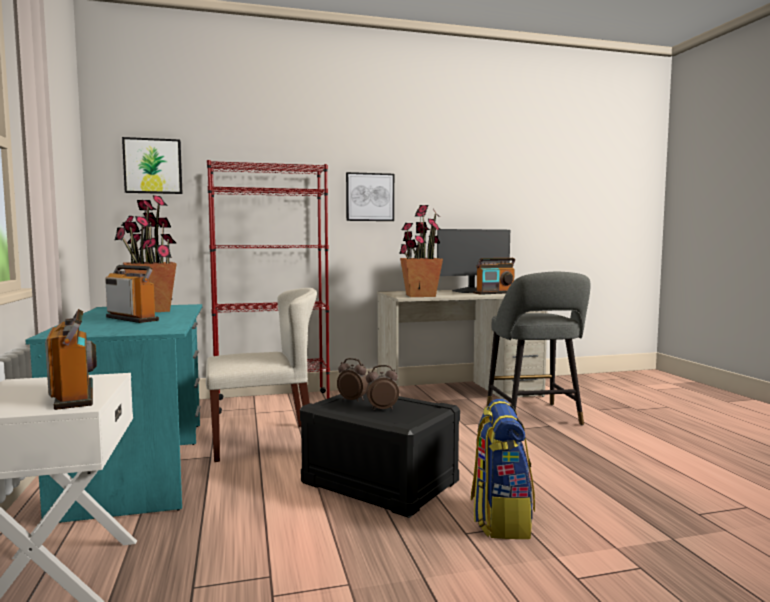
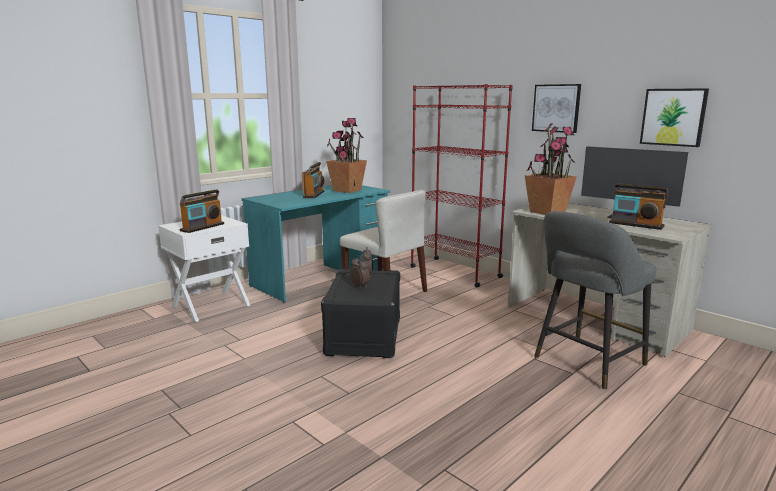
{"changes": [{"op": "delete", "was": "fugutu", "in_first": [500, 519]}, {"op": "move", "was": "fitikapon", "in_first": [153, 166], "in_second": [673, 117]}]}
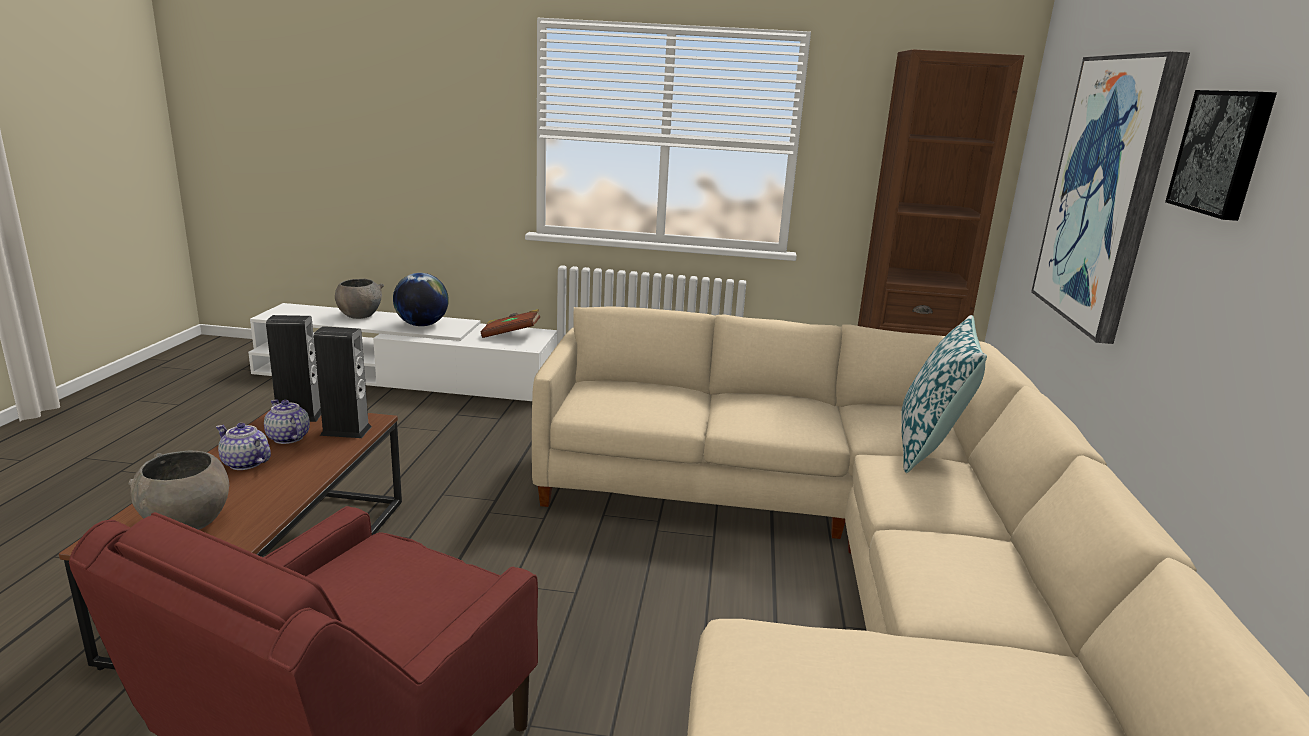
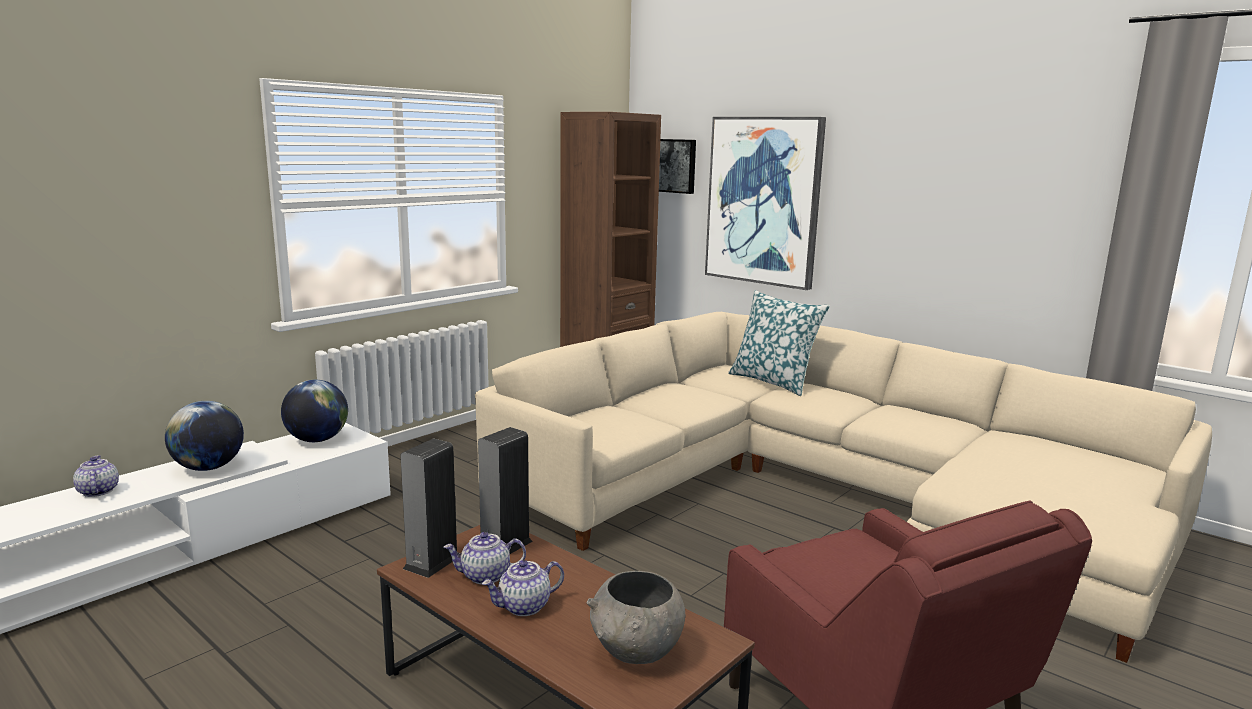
{"changes": [{"op": "move", "was": "fitikapon", "in_first": [1223, 152], "in_second": [674, 166]}, {"op": "replace", "was": "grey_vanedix", "now": "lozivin", "in_first": [360, 315], "in_second": [97, 491]}, {"op": "replace", "was": "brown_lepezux", "now": "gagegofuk", "in_first": [511, 335], "in_second": [317, 440]}]}
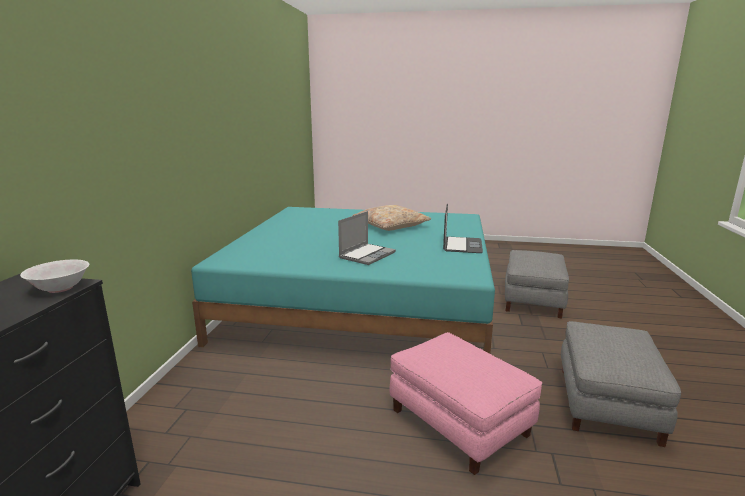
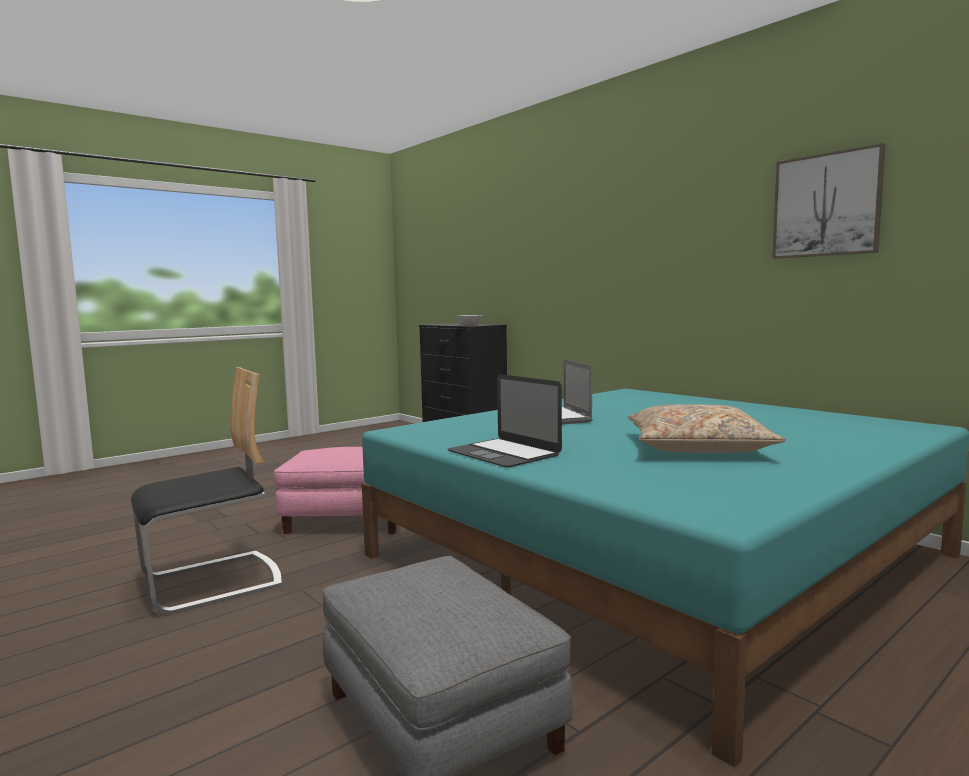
{"changes": [{"op": "insert", "now": "fitikapon", "in_second": [826, 205]}, {"op": "replace", "was": "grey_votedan", "now": "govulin", "in_first": [606, 403], "in_second": [212, 582]}]}
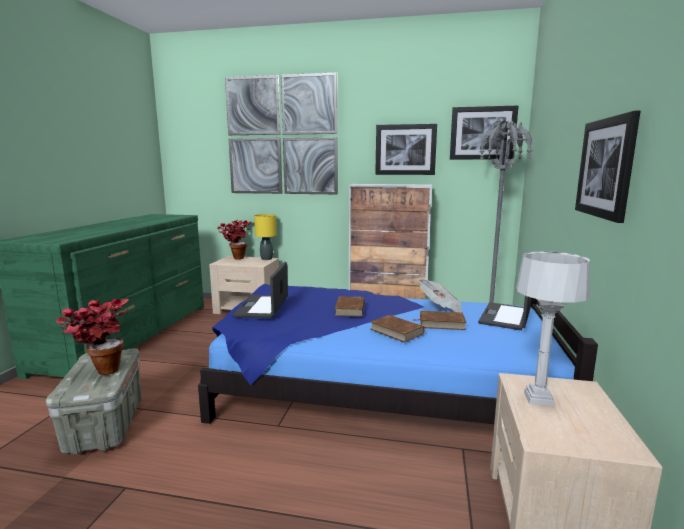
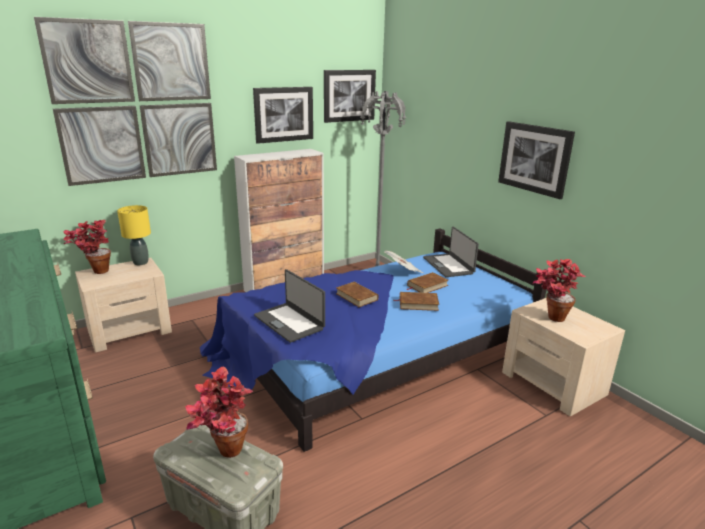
{"changes": [{"op": "replace", "was": "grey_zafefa", "now": "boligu", "in_first": [539, 399], "in_second": [549, 318]}]}
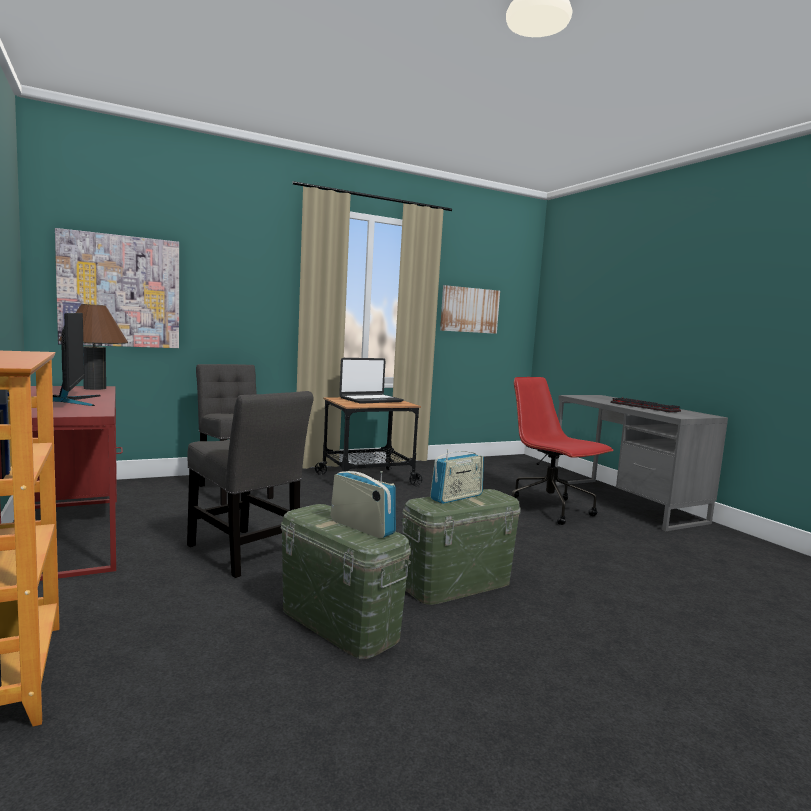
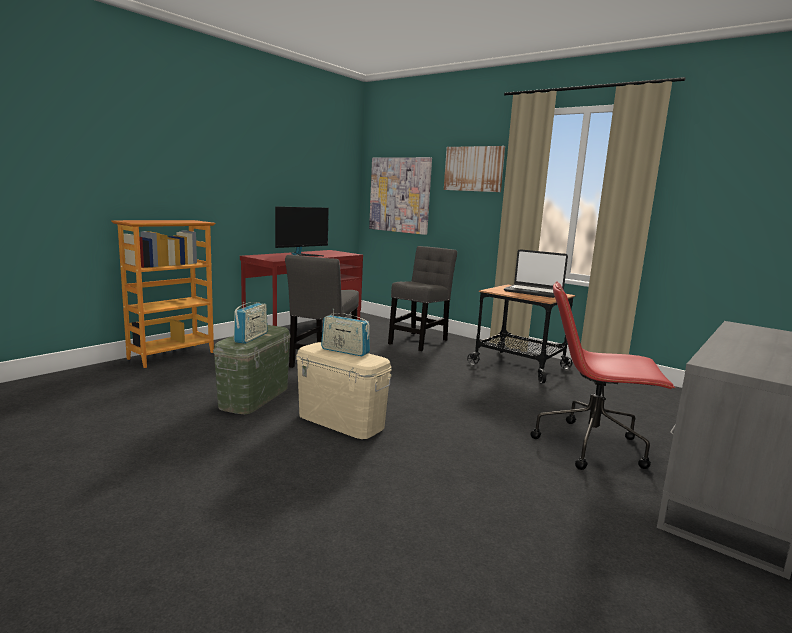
{"changes": [{"op": "delete", "was": "brown_zafefa", "in_first": [95, 388]}, {"op": "delete", "was": "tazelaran", "in_first": [646, 407]}, {"op": "move", "was": "fitikapon", "in_first": [469, 310], "in_second": [474, 169]}, {"op": "recolor", "was": "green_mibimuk", "now": "beige_mibimuk", "in_first": [457, 584], "in_second": [341, 421]}, {"op": "rotate", "was": "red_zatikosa", "in_first": [549, 510], "in_second": [592, 446], "clockwise": -105}]}
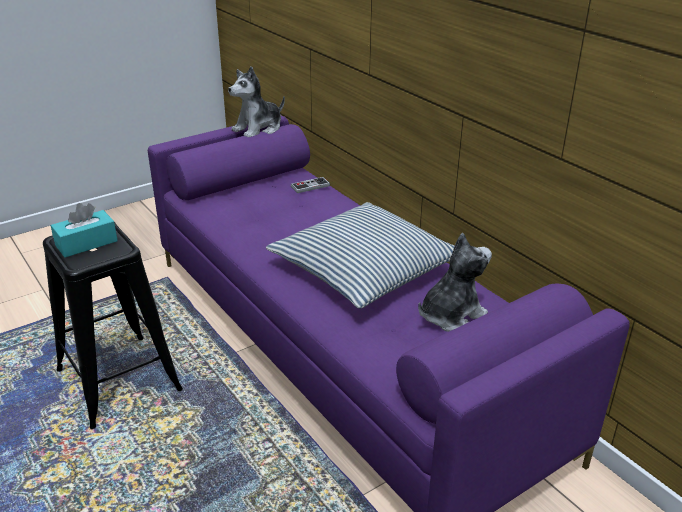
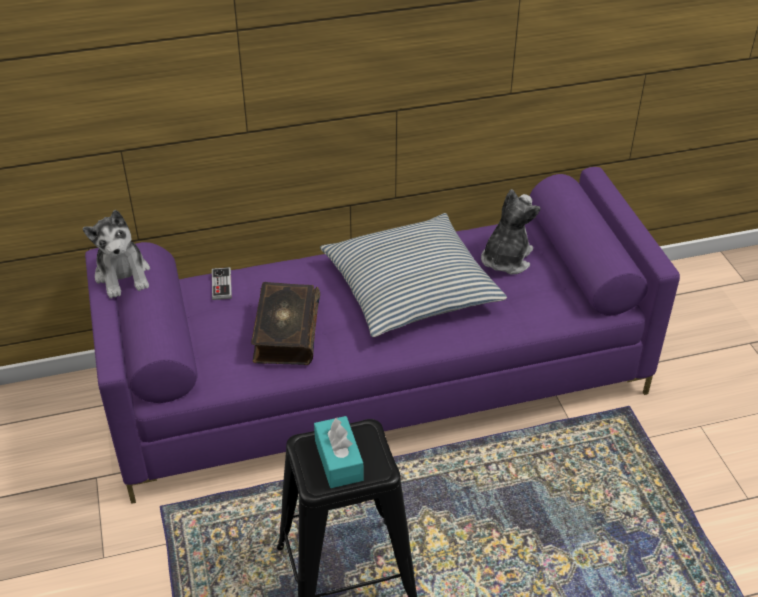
{"changes": [{"op": "insert", "now": "lepezux", "in_second": [285, 333]}, {"op": "rotate", "was": "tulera", "in_first": [451, 316], "in_second": [506, 259], "clockwise": 45}]}
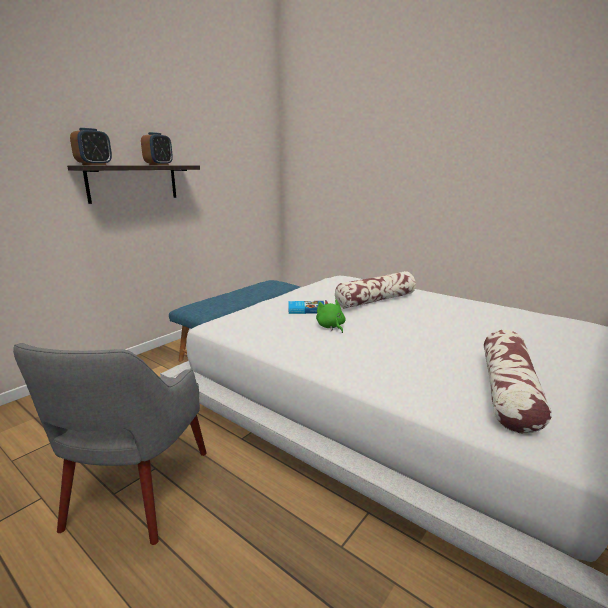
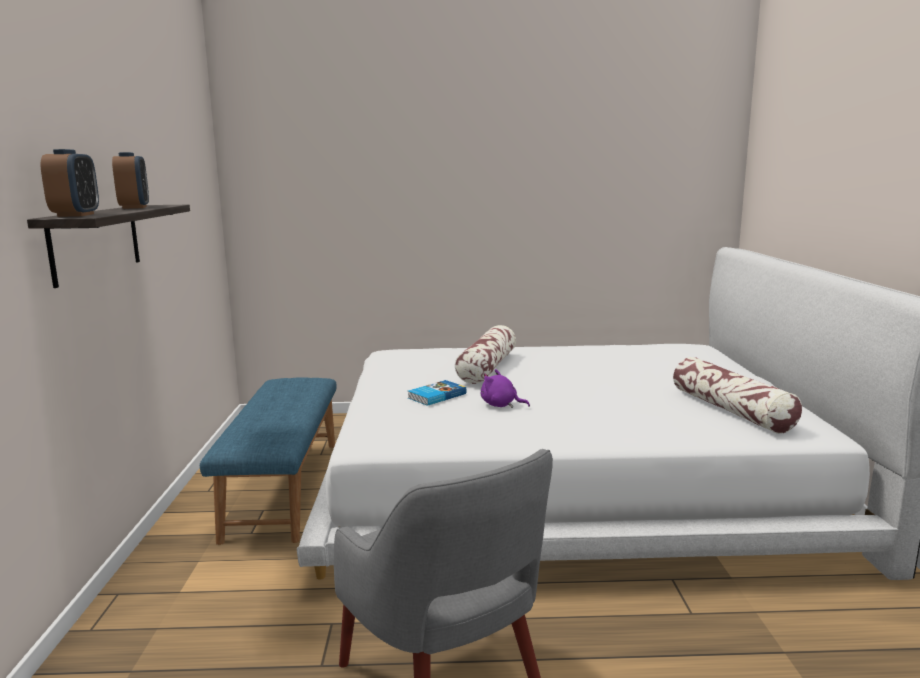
{"changes": [{"op": "recolor", "was": "green_tulera", "now": "purple_tulera", "in_first": [331, 327], "in_second": [501, 405]}]}
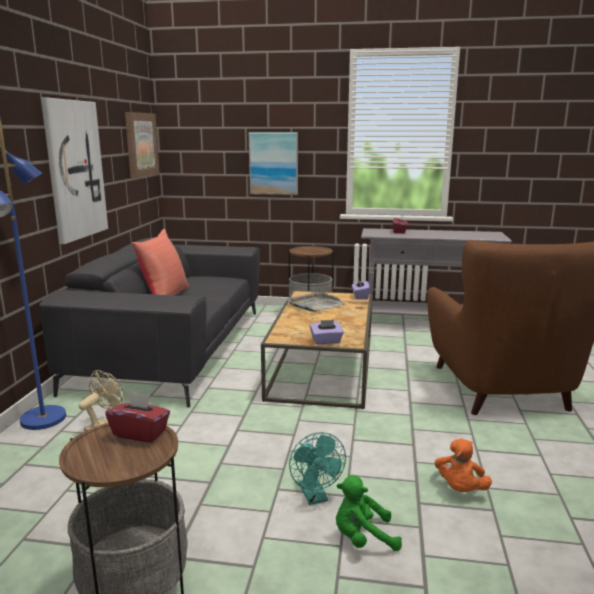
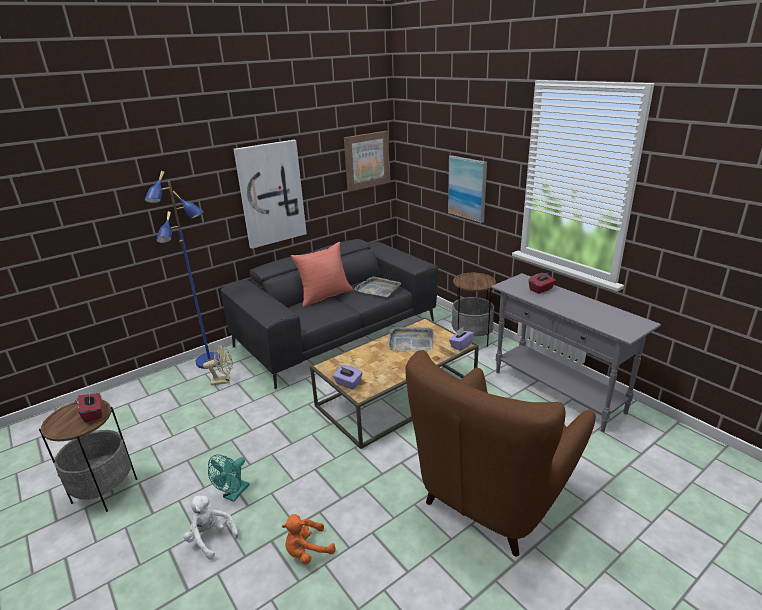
{"changes": [{"op": "insert", "now": "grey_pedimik", "in_second": [378, 288]}, {"op": "recolor", "was": "green_tulera", "now": "white_tulera", "in_first": [363, 538], "in_second": [211, 538]}]}
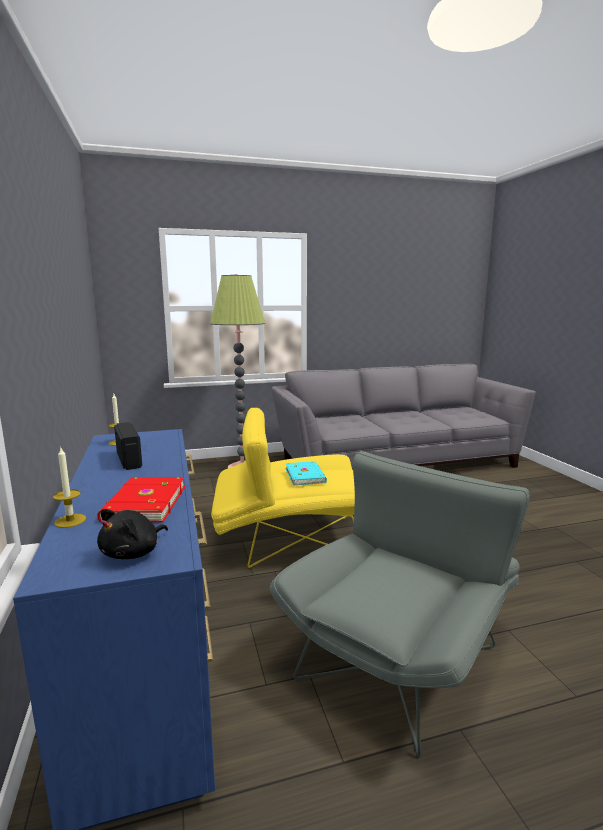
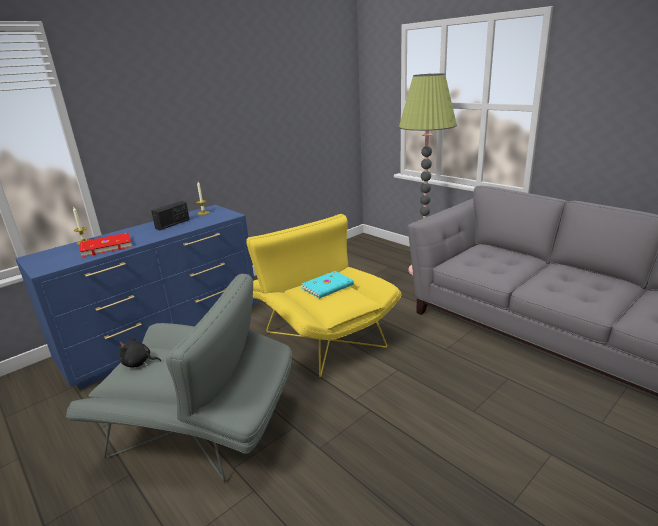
{"changes": [{"op": "move", "was": "black_tulera", "in_first": [133, 553], "in_second": [139, 363]}]}
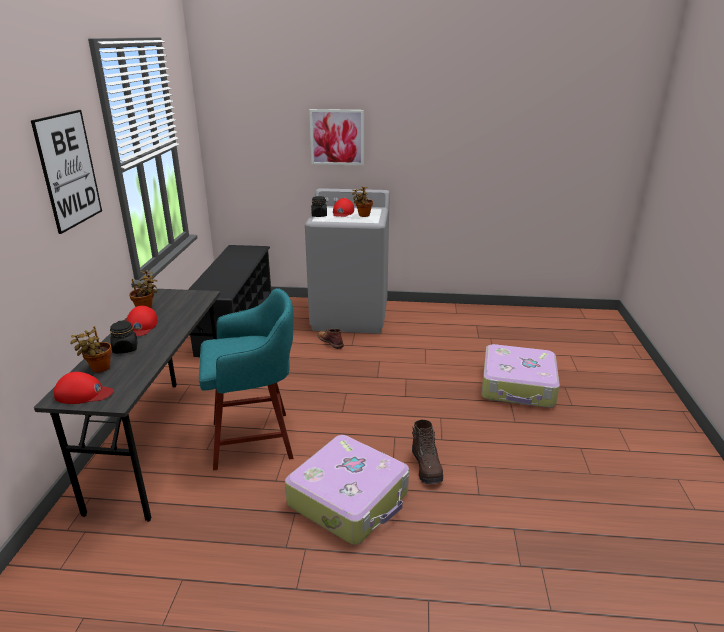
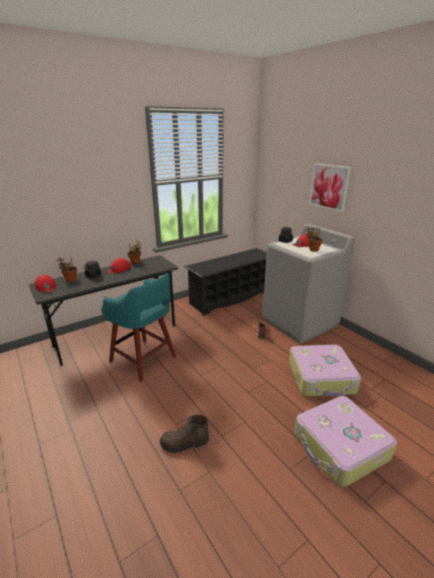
{"changes": [{"op": "delete", "was": "fitikapon", "in_first": [69, 170]}, {"op": "move", "was": "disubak", "in_first": [350, 499], "in_second": [321, 377]}, {"op": "rotate", "was": "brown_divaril", "in_first": [427, 467], "in_second": [184, 444], "clockwise": 45}]}
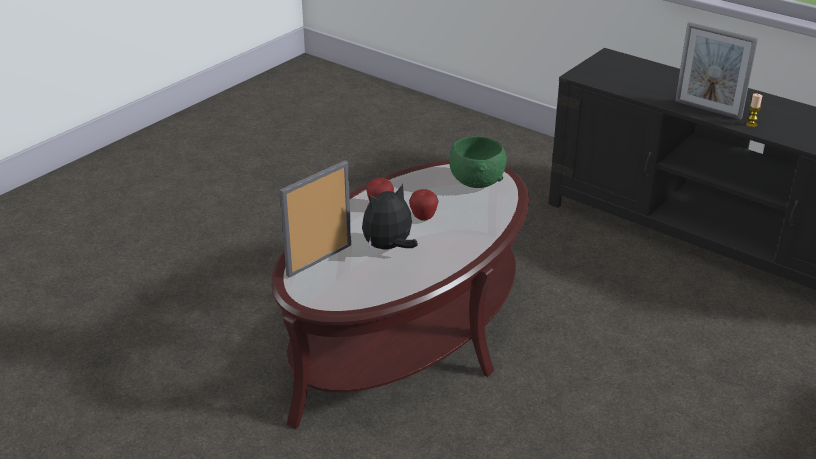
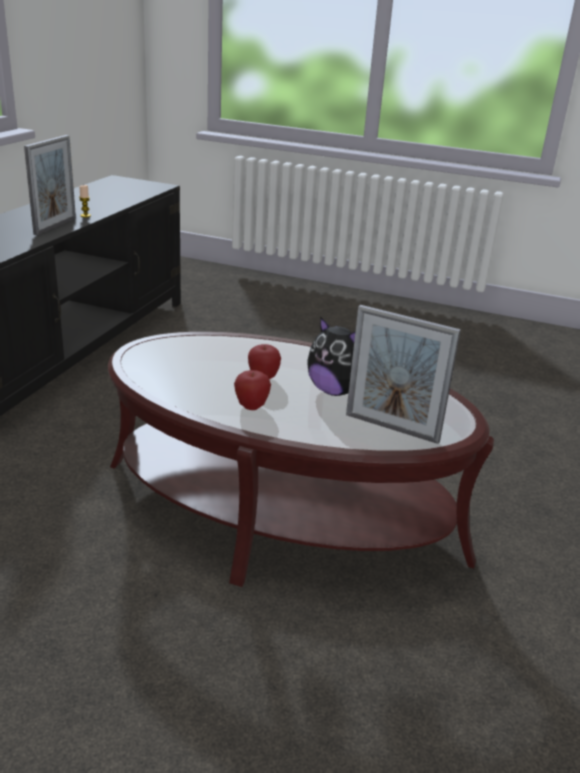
{"changes": [{"op": "delete", "was": "green_vanedix", "in_first": [476, 182]}]}
